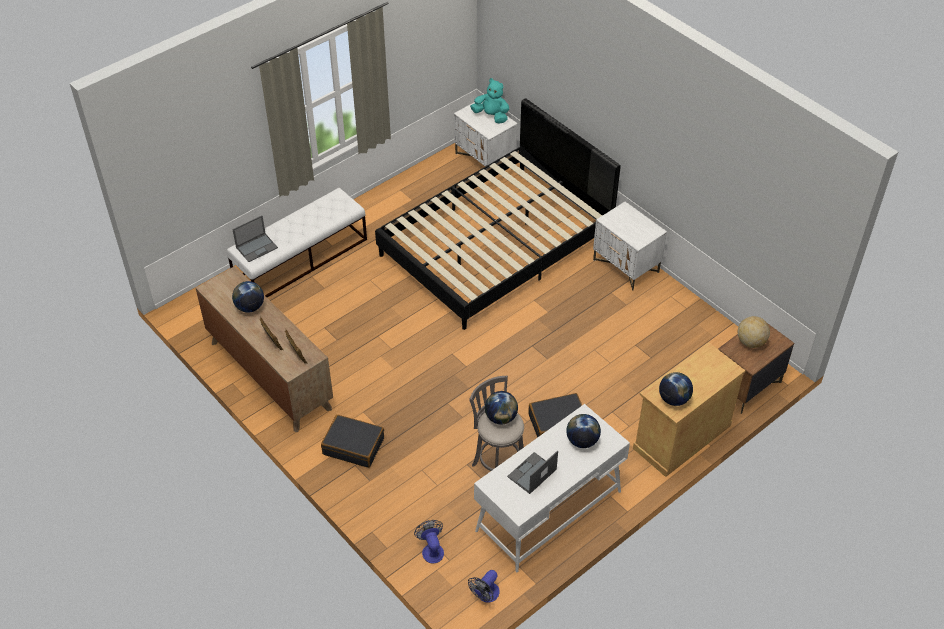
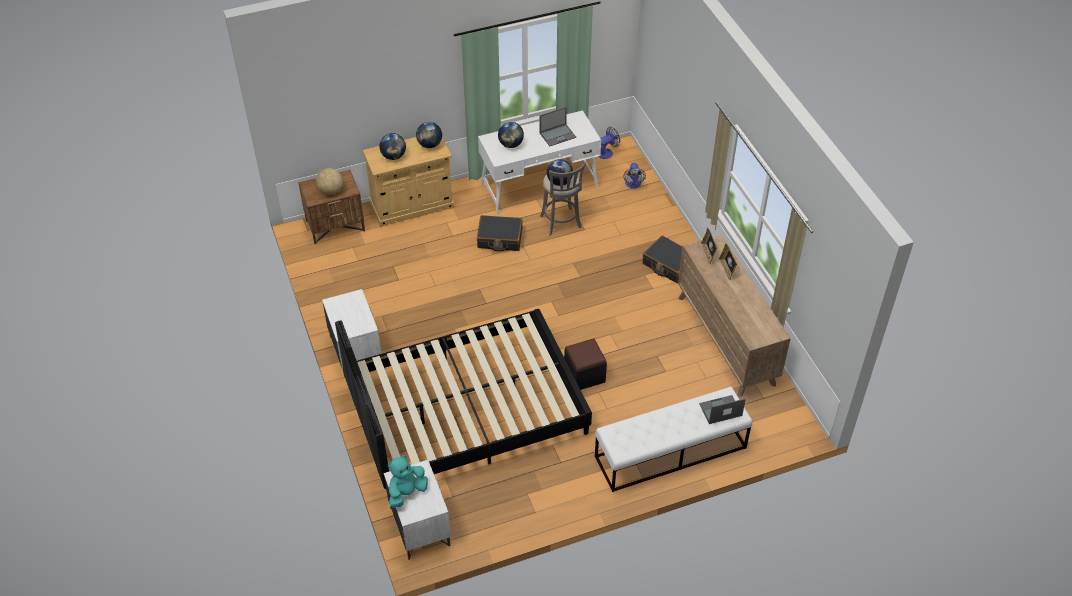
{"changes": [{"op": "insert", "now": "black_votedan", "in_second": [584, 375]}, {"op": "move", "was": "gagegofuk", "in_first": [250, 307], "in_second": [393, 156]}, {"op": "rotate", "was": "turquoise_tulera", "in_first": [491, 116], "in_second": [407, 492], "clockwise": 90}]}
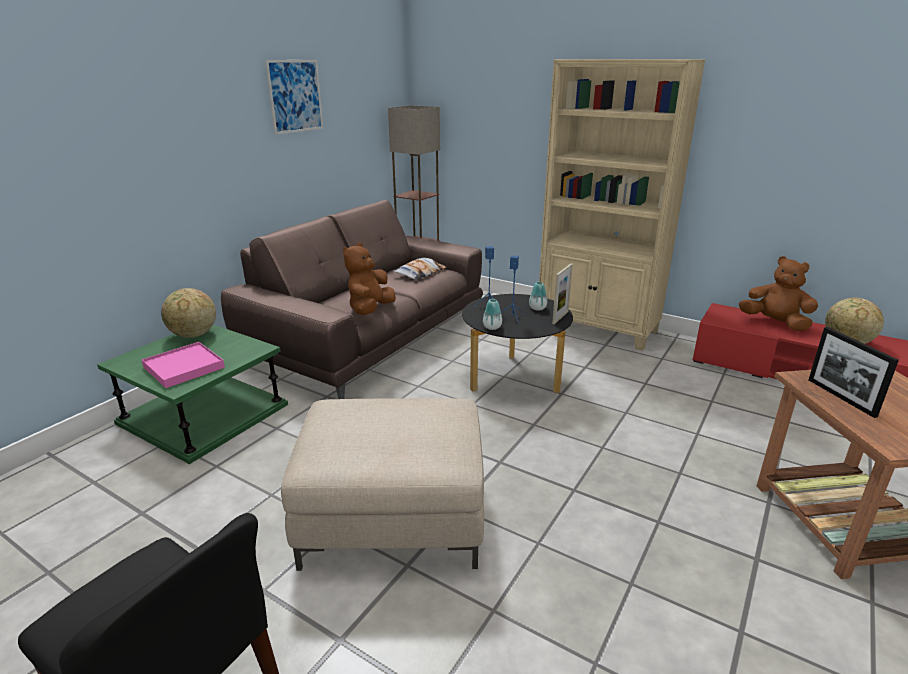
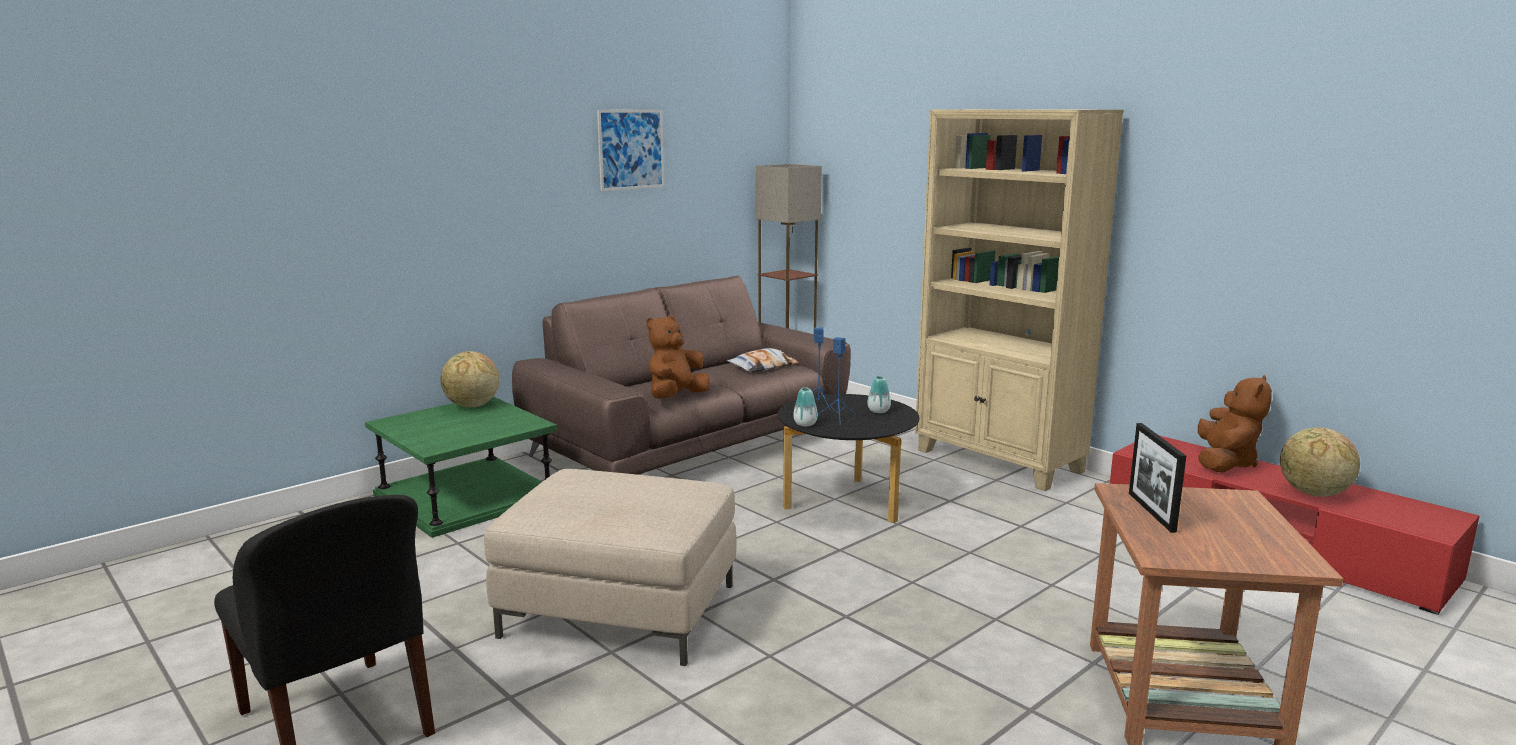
{"changes": [{"op": "delete", "was": "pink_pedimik", "in_first": [184, 367]}, {"op": "delete", "was": "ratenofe", "in_first": [560, 317]}, {"op": "rotate", "was": "brown_tulera", "in_first": [775, 323], "in_second": [1225, 463], "clockwise": 60}]}
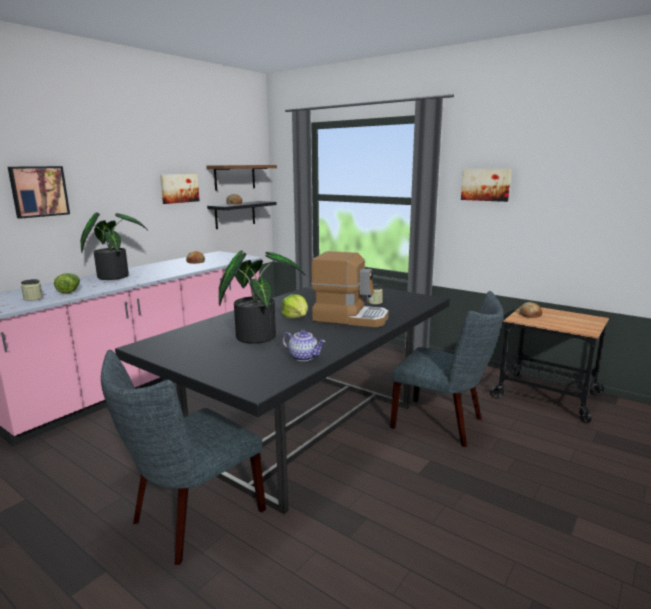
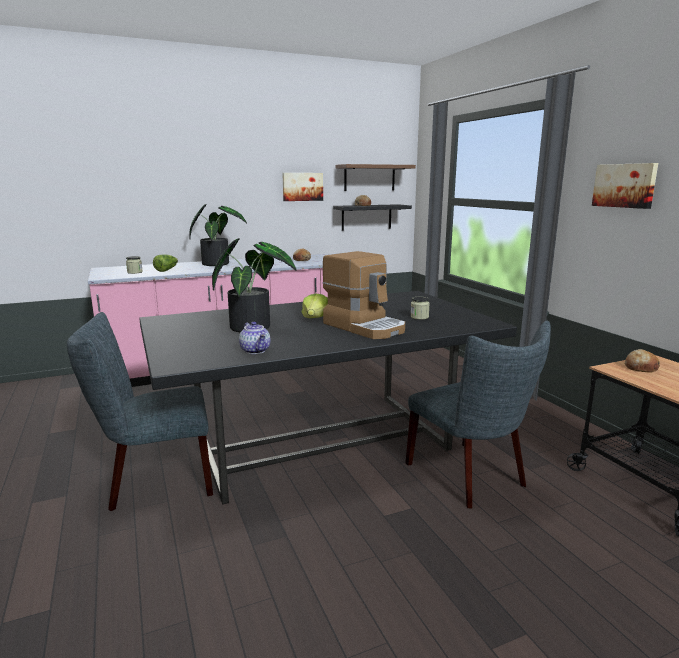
{"changes": [{"op": "delete", "was": "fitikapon", "in_first": [39, 191]}]}
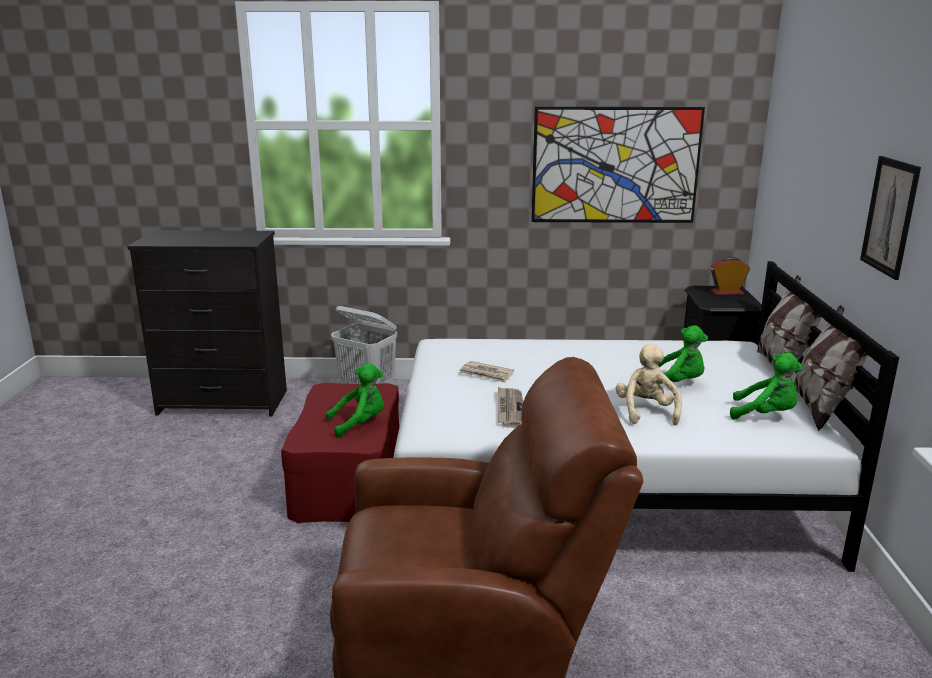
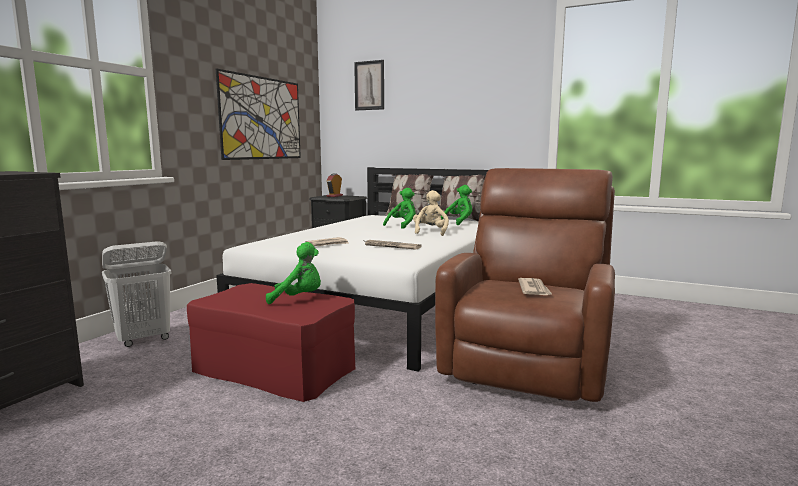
{"changes": [{"op": "insert", "now": "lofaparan", "in_second": [534, 289]}, {"op": "move", "was": "fitikapon", "in_first": [890, 216], "in_second": [369, 85]}, {"op": "rotate", "was": "green_tulera", "in_first": [360, 423], "in_second": [298, 298], "clockwise": 90}, {"op": "rotate", "was": "beige_tulera", "in_first": [646, 412], "in_second": [430, 232], "clockwise": 75}]}
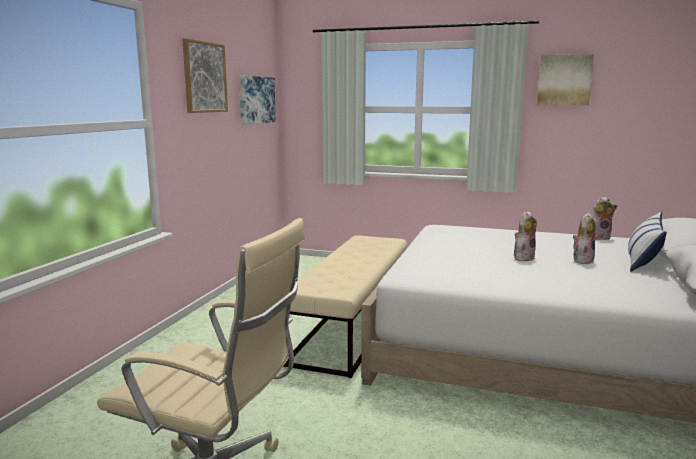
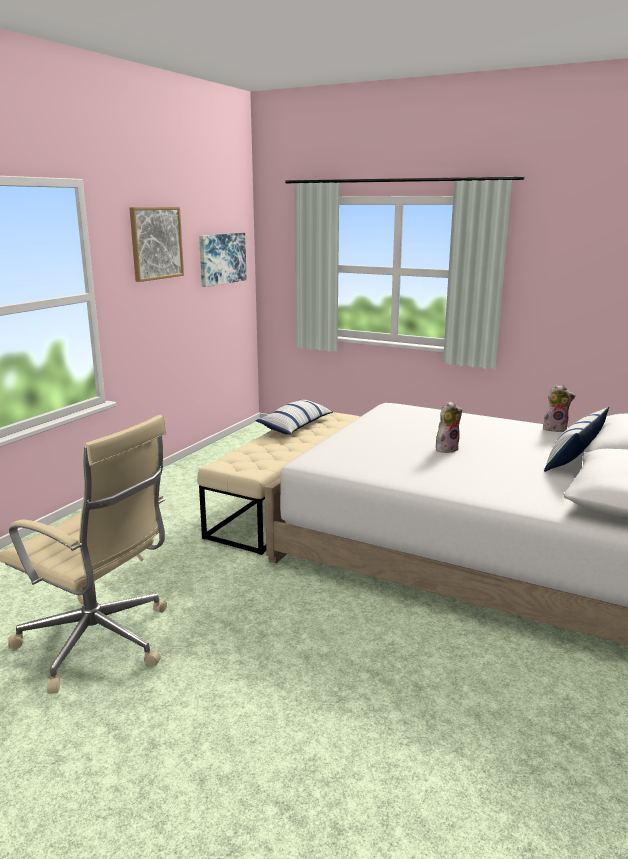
{"changes": [{"op": "delete", "was": "fitikapon", "in_first": [564, 80]}, {"op": "delete", "was": "tulera", "in_first": [582, 260]}, {"op": "insert", "now": "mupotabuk", "in_second": [295, 425]}]}
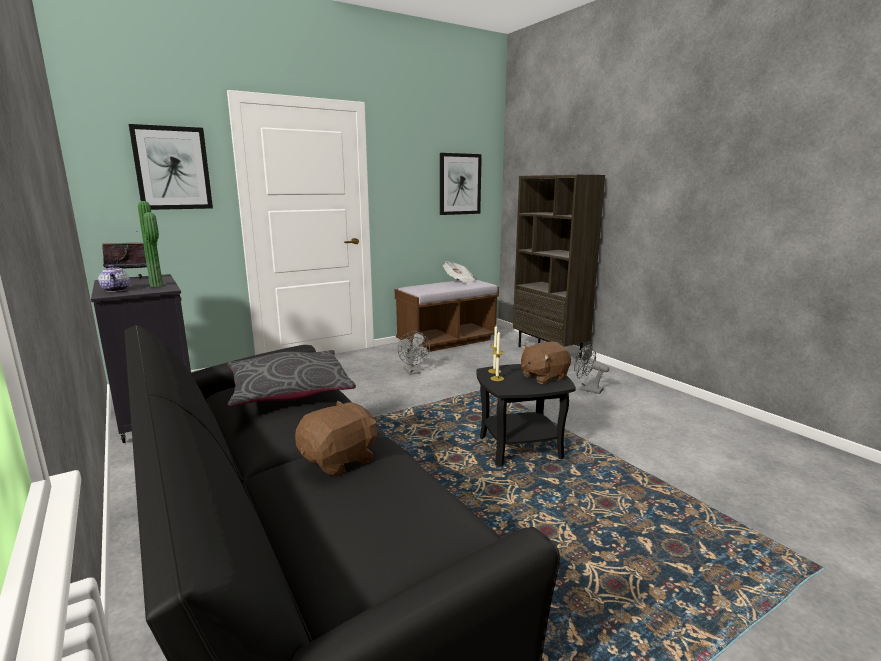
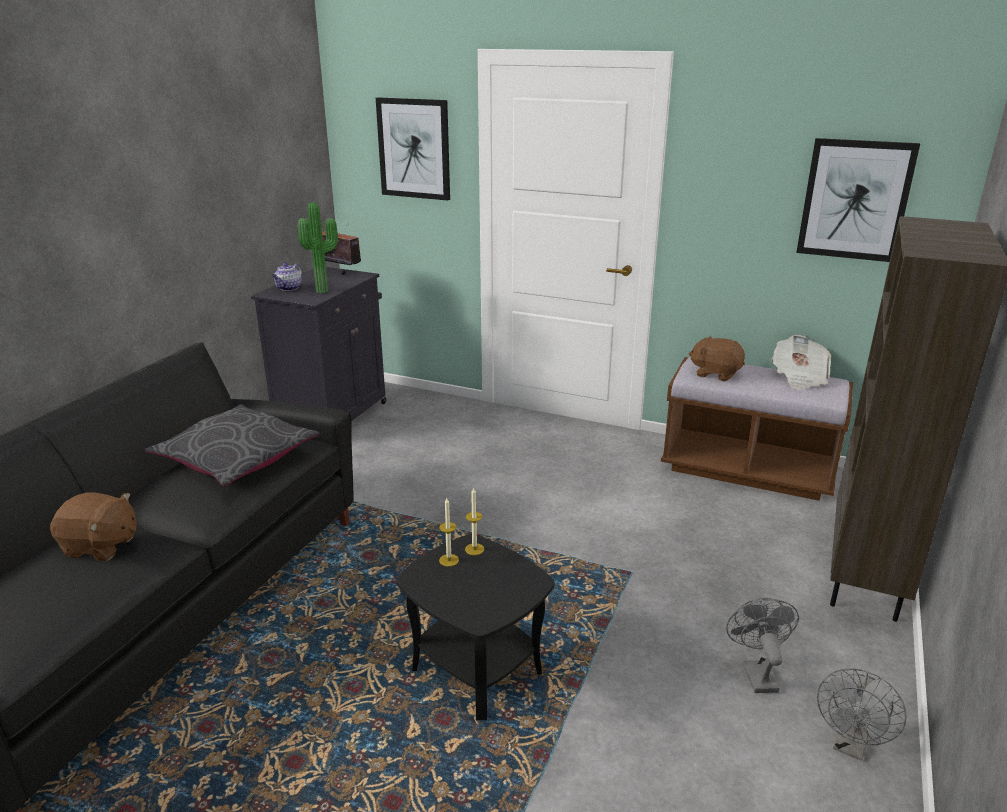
{"changes": [{"op": "move", "was": "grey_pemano", "in_first": [413, 372], "in_second": [850, 746]}, {"op": "move", "was": "brown_tulera", "in_first": [543, 377], "in_second": [715, 373]}]}
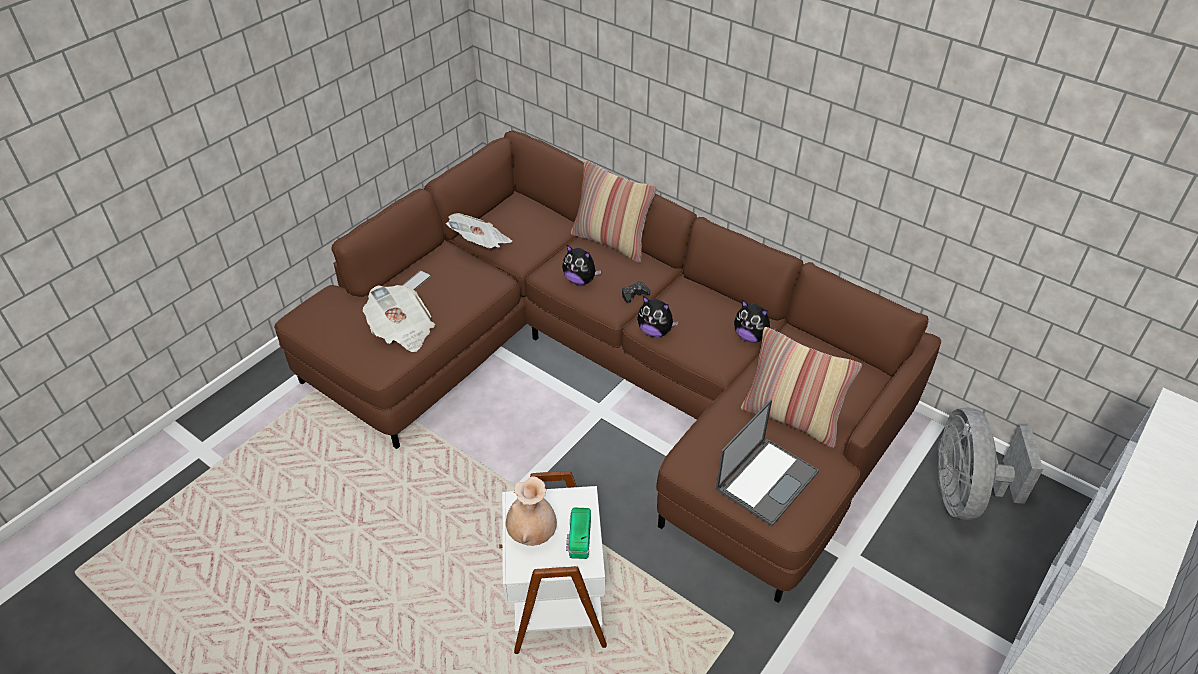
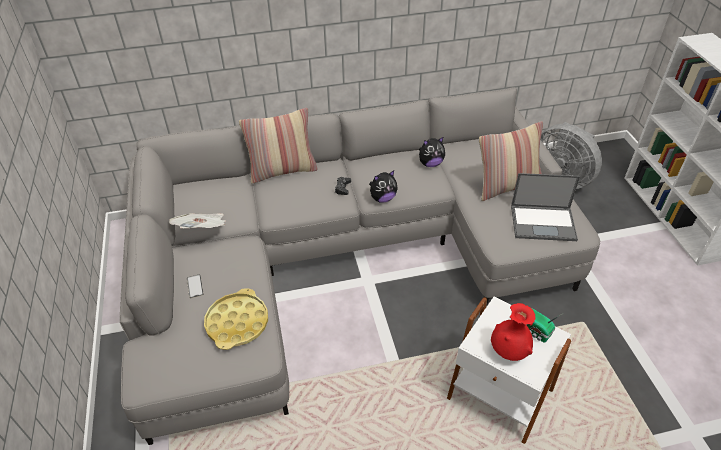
{"changes": [{"op": "delete", "was": "tulera", "in_first": [580, 280]}, {"op": "replace", "was": "lofaparan", "now": "yellow_pedimik", "in_first": [402, 331], "in_second": [237, 323]}, {"op": "recolor", "was": "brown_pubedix", "now": "grey_pubedix", "in_first": [608, 371], "in_second": [340, 257]}, {"op": "recolor", "was": "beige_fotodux", "now": "red_fotodux", "in_first": [532, 534], "in_second": [509, 351]}, {"op": "rotate", "was": "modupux", "in_first": [767, 480], "in_second": [543, 222], "clockwise": 105}]}
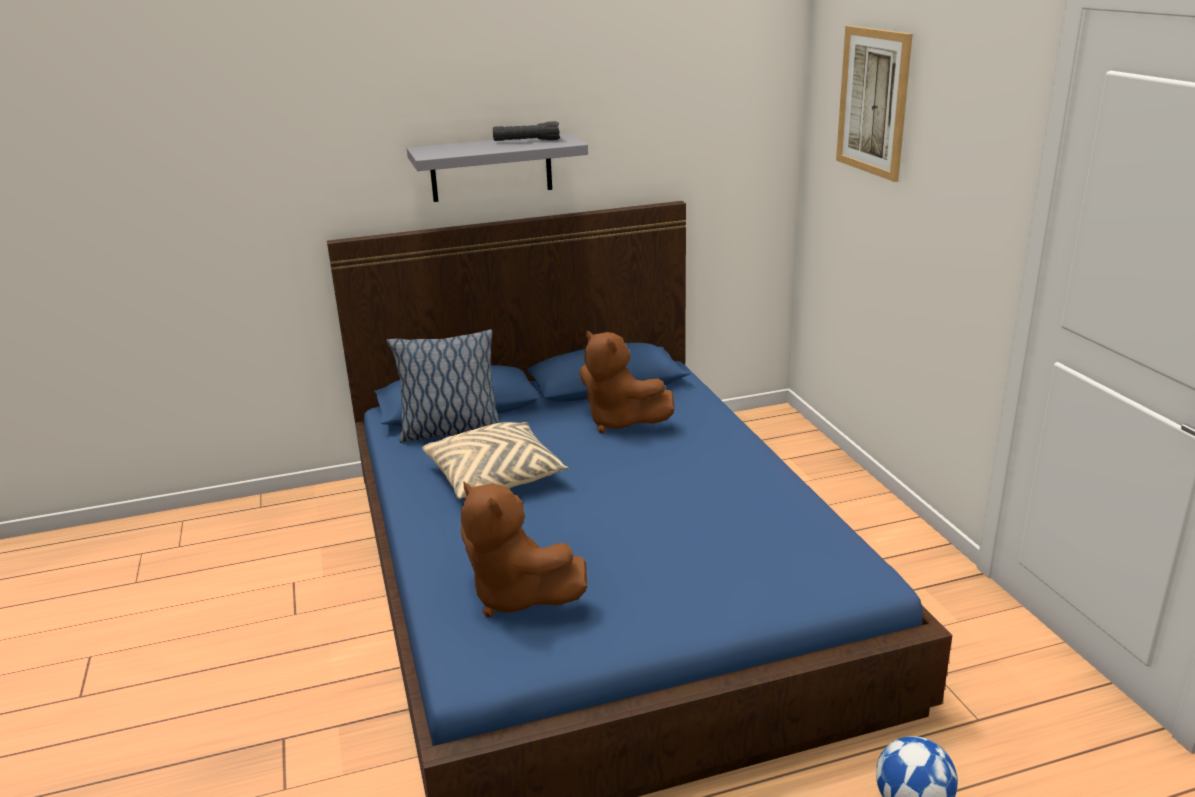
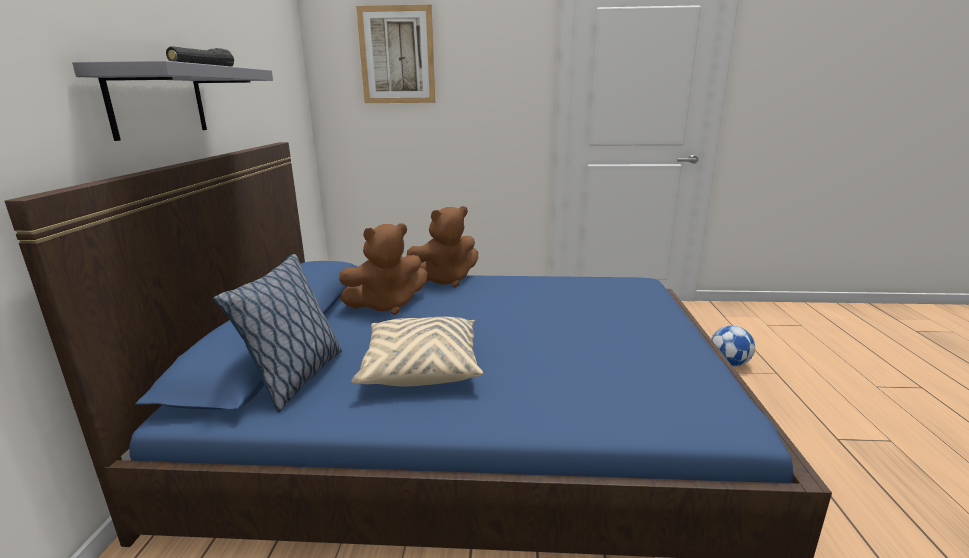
{"changes": [{"op": "move", "was": "brown_tulera", "in_first": [516, 596], "in_second": [445, 280]}]}
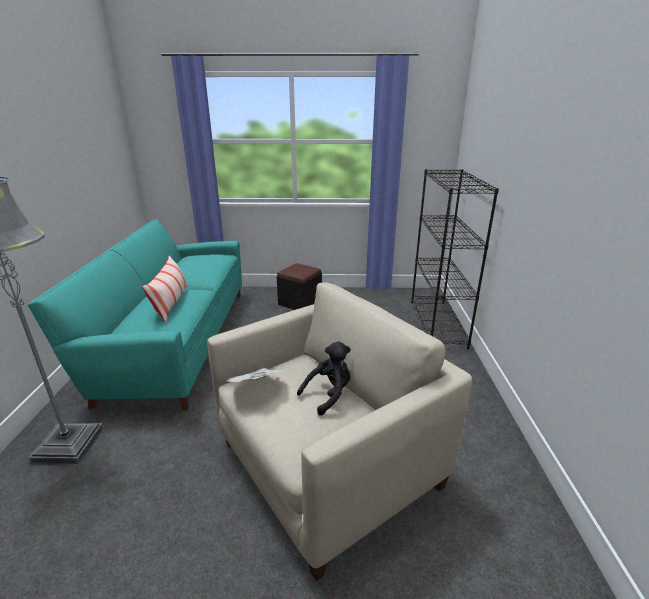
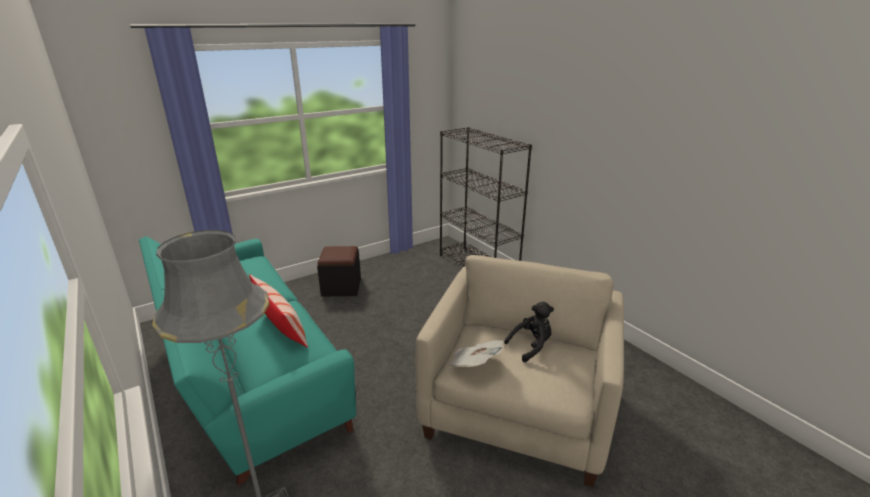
{"changes": [{"op": "rotate", "was": "black_tulera", "in_first": [329, 394], "in_second": [531, 346], "clockwise": 45}]}
